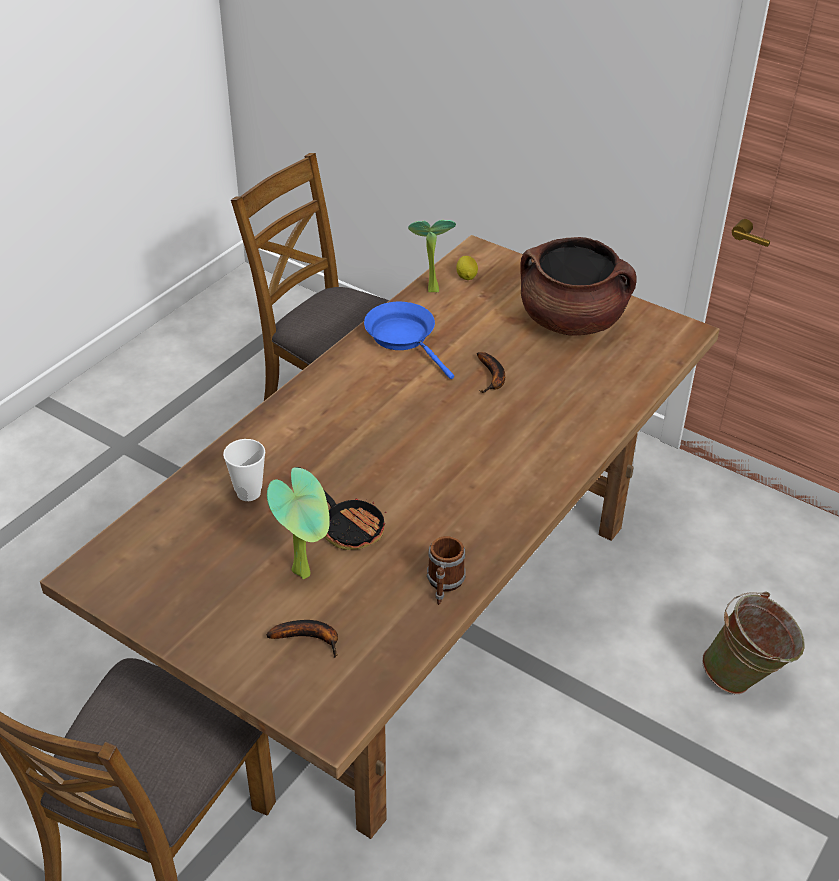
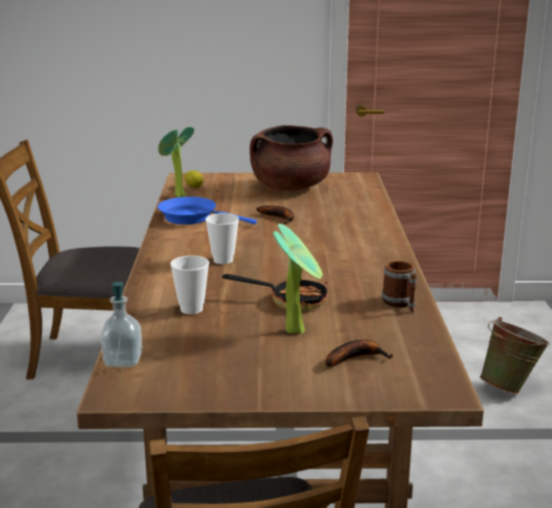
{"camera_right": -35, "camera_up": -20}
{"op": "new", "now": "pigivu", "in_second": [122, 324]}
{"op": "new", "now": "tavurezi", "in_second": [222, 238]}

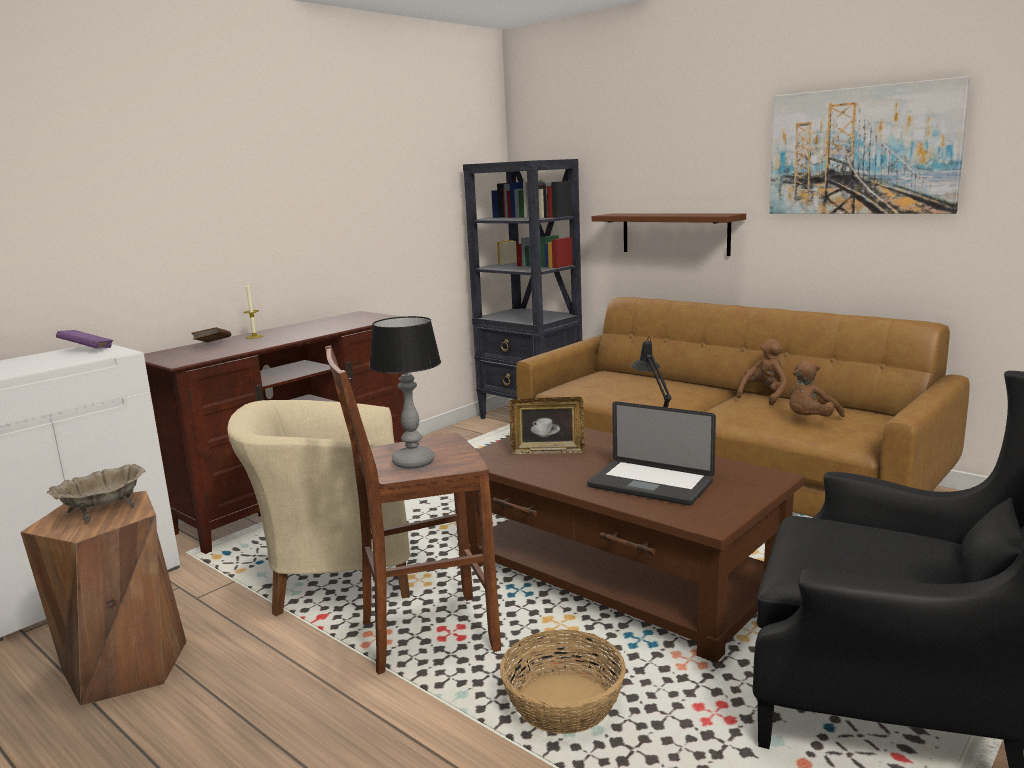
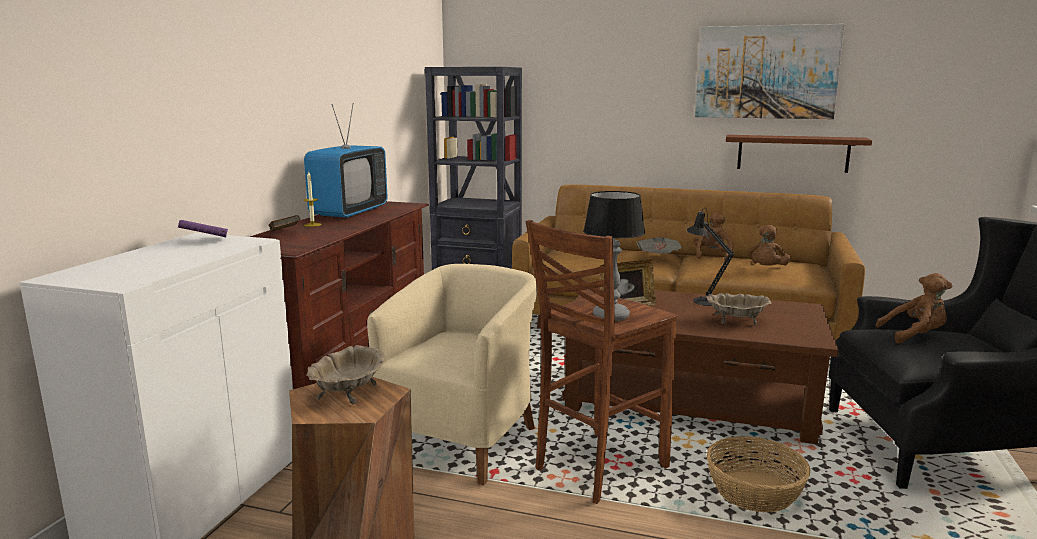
{"camera_right": -25, "camera_up": 0}
{"op": "new", "now": "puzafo", "in_second": [346, 160]}
{"op": "new", "now": "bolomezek", "in_second": [659, 245]}
{"op": "new", "now": "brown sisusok", "in_second": [913, 308]}
{"op": "shifted", "was": "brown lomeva", "in_first": [669, 234], "in_second": [799, 154]}
{"op": "swapped", "was": "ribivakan", "now": "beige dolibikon", "in_first": [651, 453], "in_second": [738, 309]}
{"op": "rotated", "was": "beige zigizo", "in_first": [319, 508], "in_second": [452, 374], "clockwise": 150}

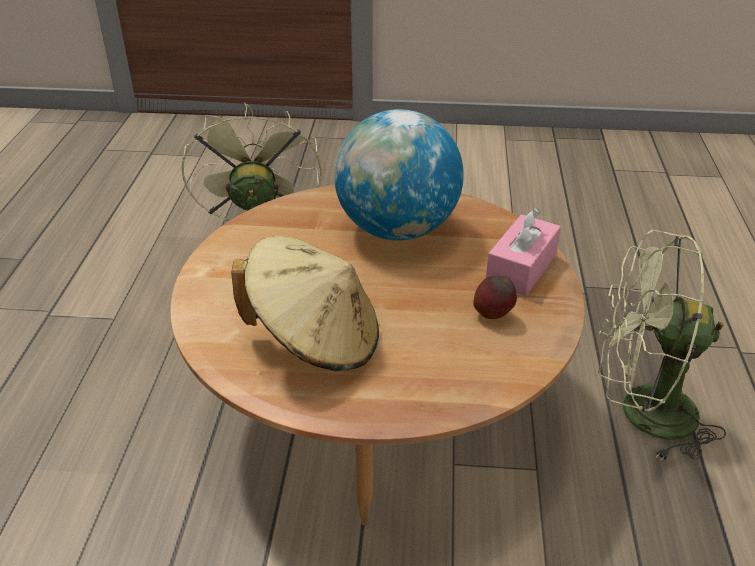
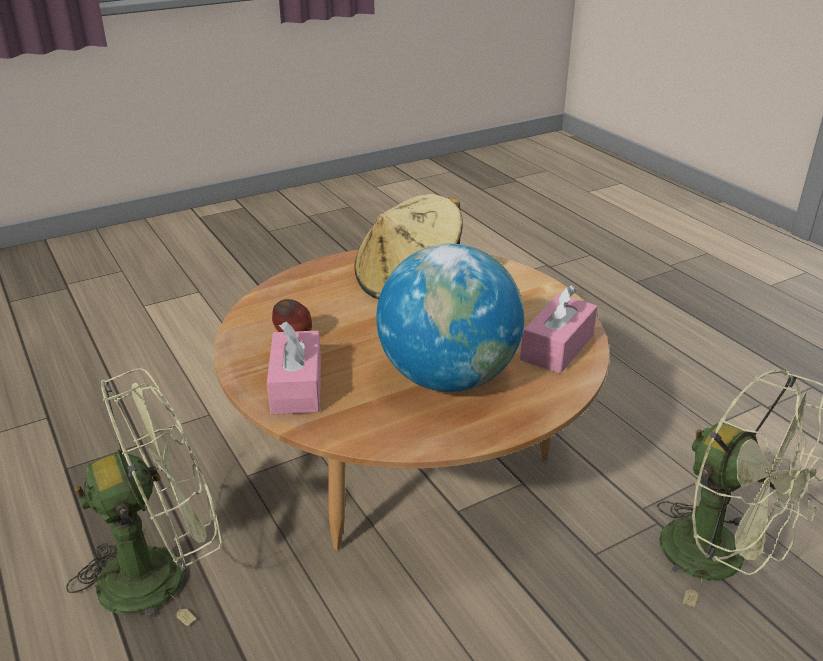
{"camera_right": 145, "camera_up": -5}
{"op": "new", "now": "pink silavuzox", "in_second": [558, 329]}

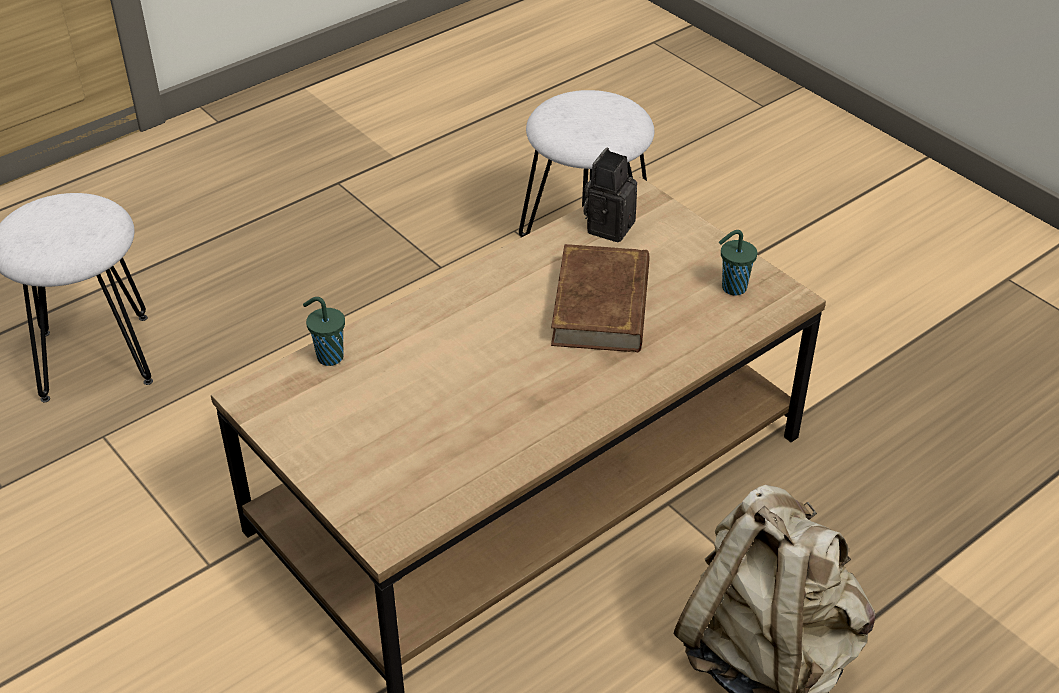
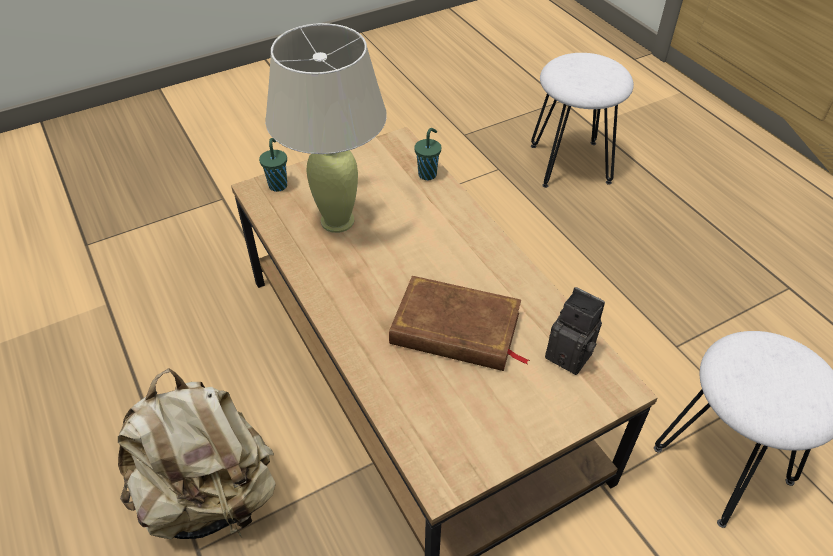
{"camera_right": 100, "camera_up": 5}
{"op": "new", "now": "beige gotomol", "in_second": [326, 128]}
{"op": "shifted", "was": "green tavurezi", "in_first": [738, 263], "in_second": [273, 165]}

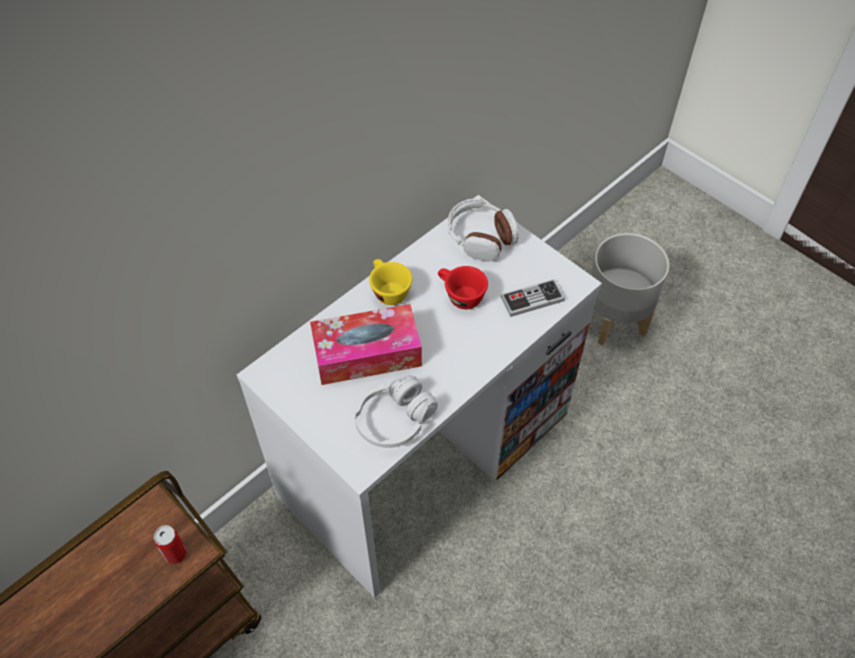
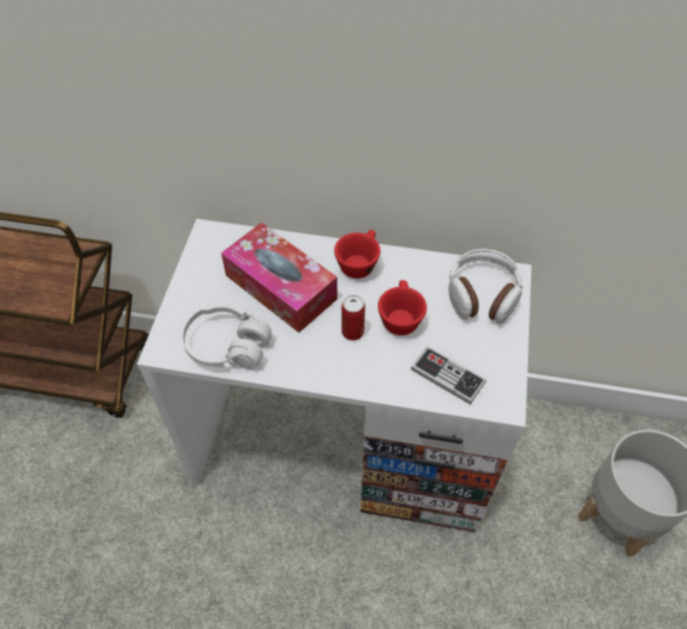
{"camera_right": 55, "camera_up": 0}
{"op": "shifted", "was": "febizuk", "in_first": [170, 544], "in_second": [353, 317]}
{"op": "repainted", "was": "yellow tavurezi", "now": "red tavurezi", "in_first": [390, 282], "in_second": [357, 254]}

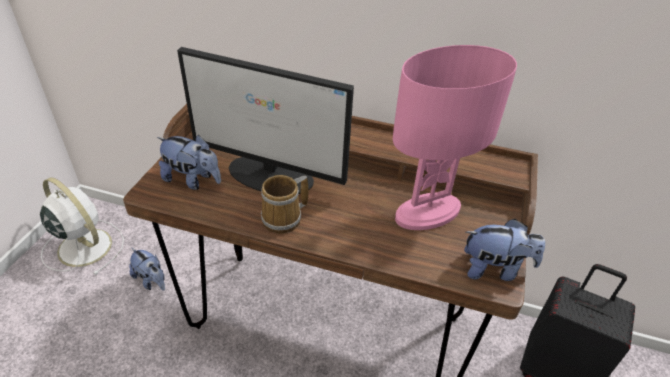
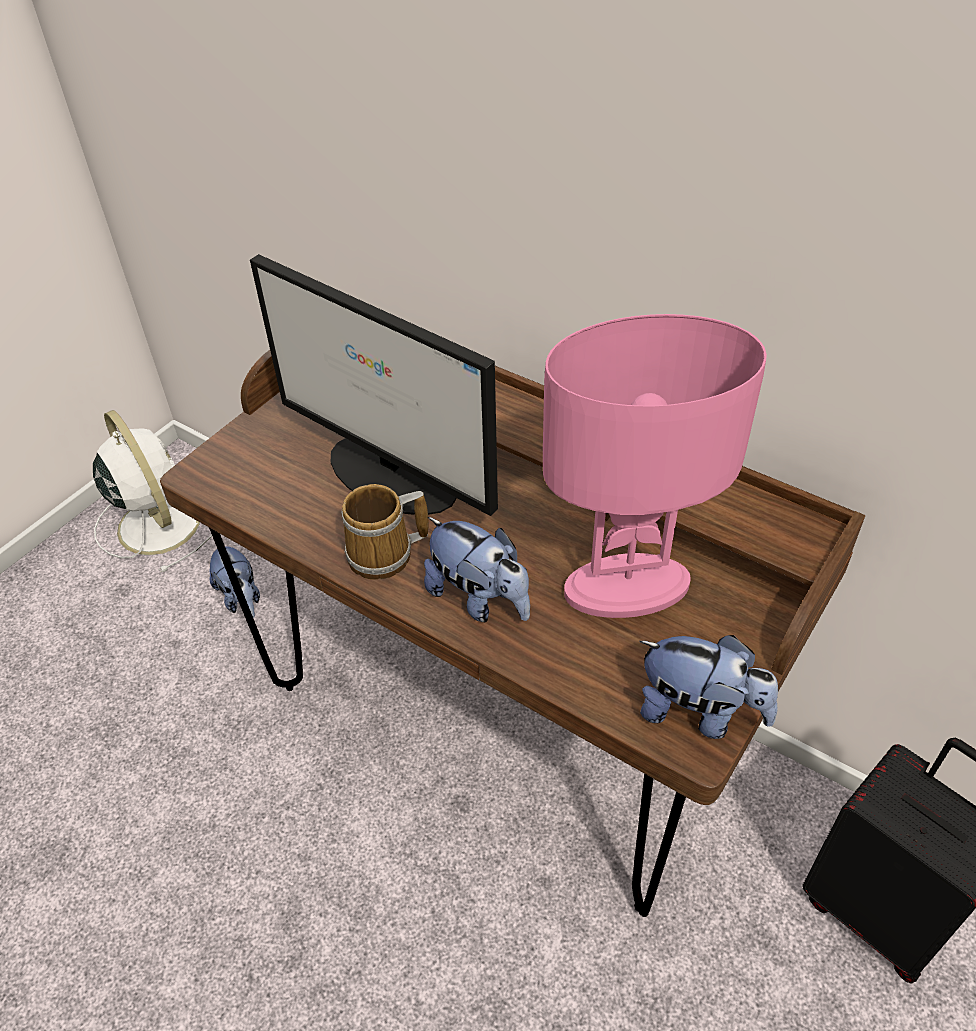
{"camera_right": 20, "camera_up": 5}
{"op": "shifted", "was": "sisusok", "in_first": [189, 162], "in_second": [477, 569]}

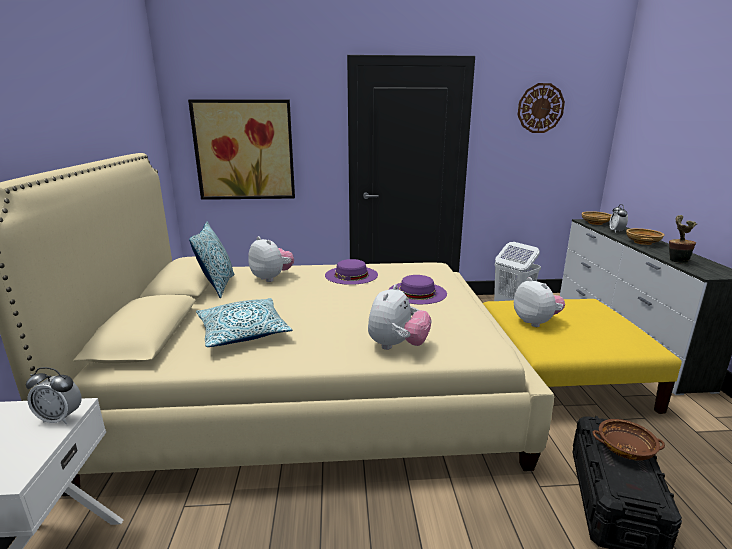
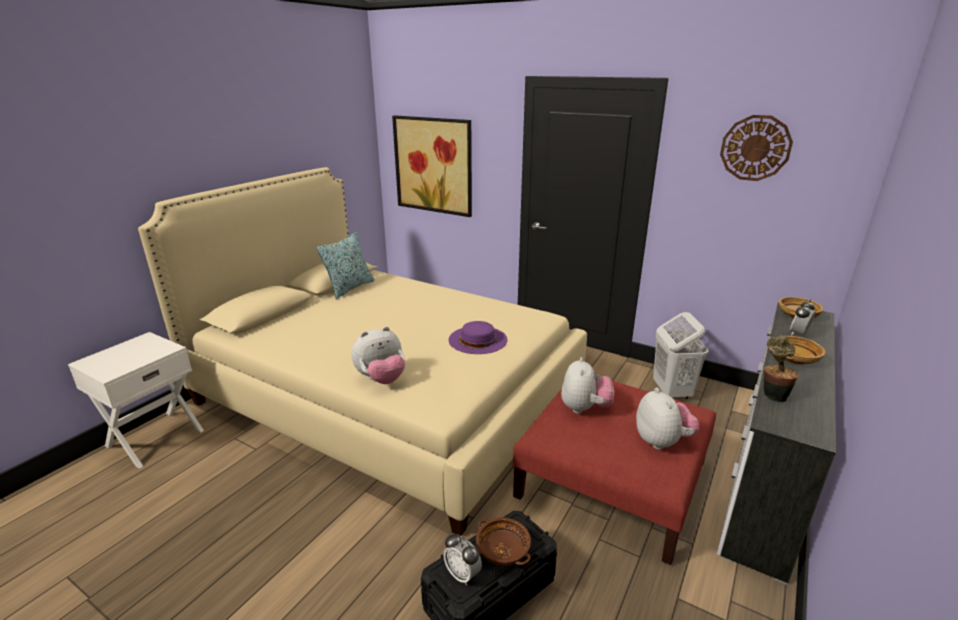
{"camera_right": 35, "camera_up": 5}
{"op": "gone", "was": "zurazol", "in_first": [244, 322]}
{"op": "gone", "was": "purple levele", "in_first": [351, 272]}
{"op": "shifted", "was": "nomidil", "in_first": [54, 395], "in_second": [463, 559]}
{"op": "shifted", "was": "sisusok", "in_first": [271, 259], "in_second": [667, 419]}
{"op": "repainted", "was": "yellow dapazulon", "now": "red dapazulon", "in_first": [582, 356], "in_second": [614, 473]}

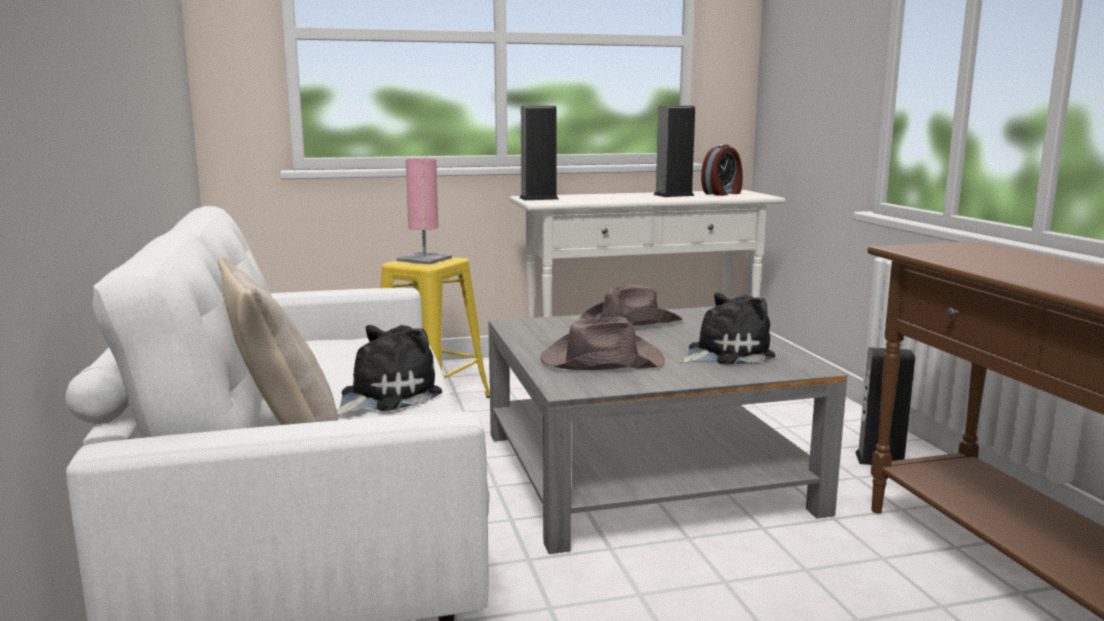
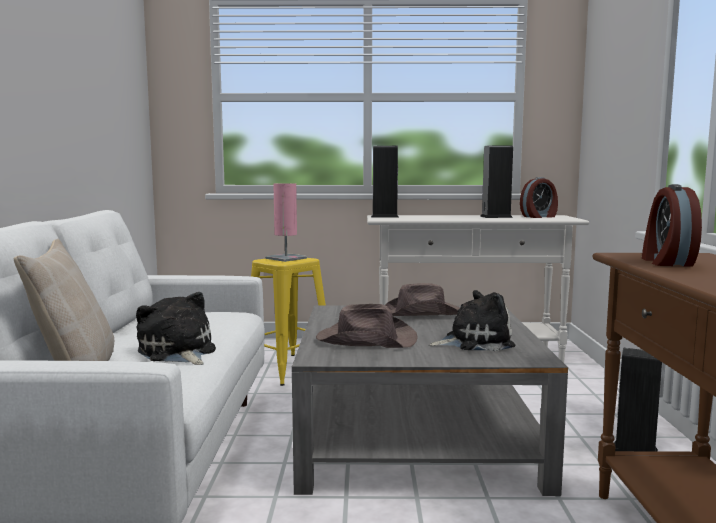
{"camera_right": 15, "camera_up": -5}
{"op": "new", "now": "nomidil", "in_second": [672, 225]}
{"op": "rotated", "was": "sisusok", "in_first": [389, 370], "in_second": [176, 328], "clockwise": -90}

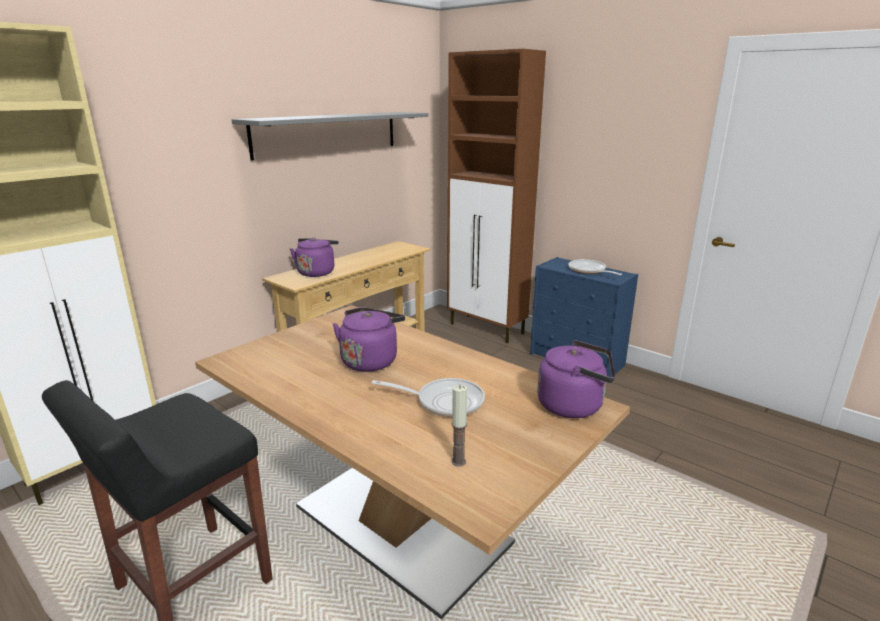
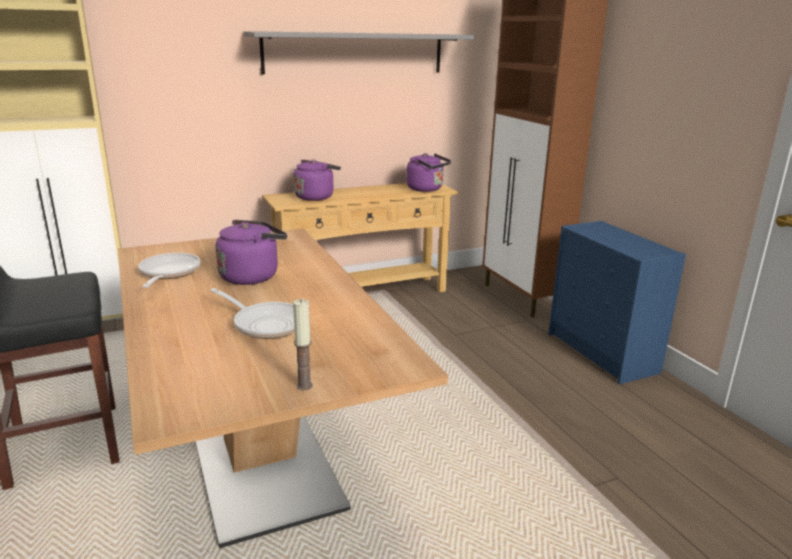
{"camera_right": 25, "camera_up": 0}
{"op": "shifted", "was": "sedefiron", "in_first": [459, 426], "in_second": [303, 344]}
{"op": "shifted", "was": "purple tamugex", "in_first": [576, 379], "in_second": [428, 172]}
{"op": "shifted", "was": "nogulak", "in_first": [595, 267], "in_second": [169, 270]}

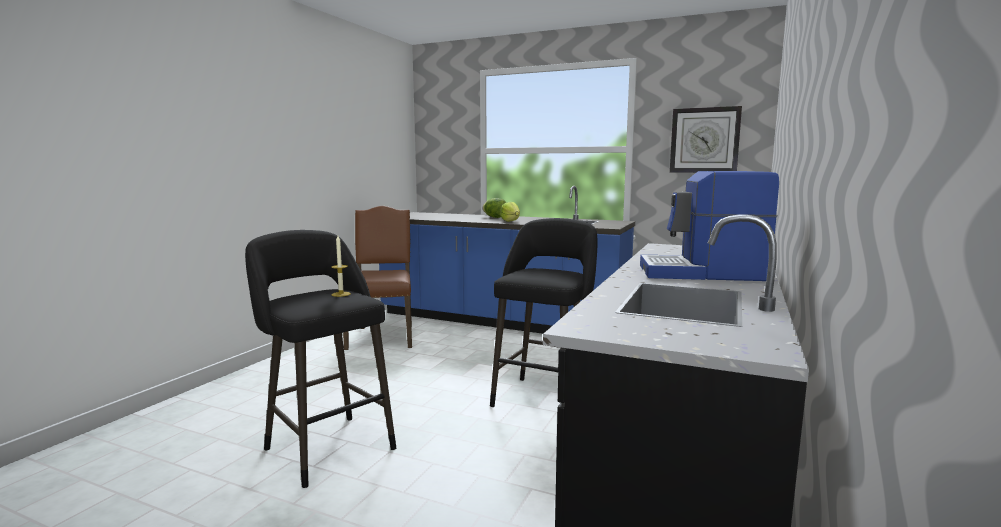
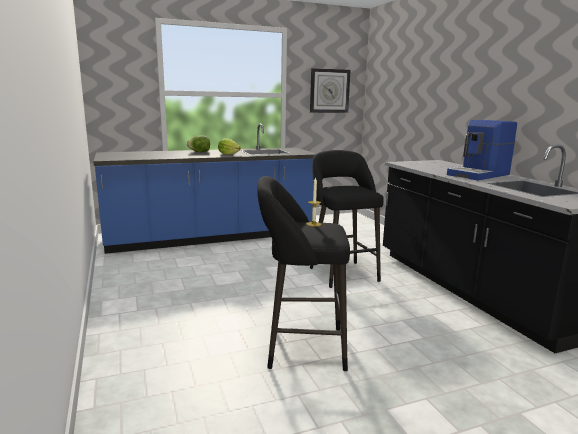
{"camera_right": -45, "camera_up": 5}
{"op": "gone", "was": "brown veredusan", "in_first": [377, 278]}

